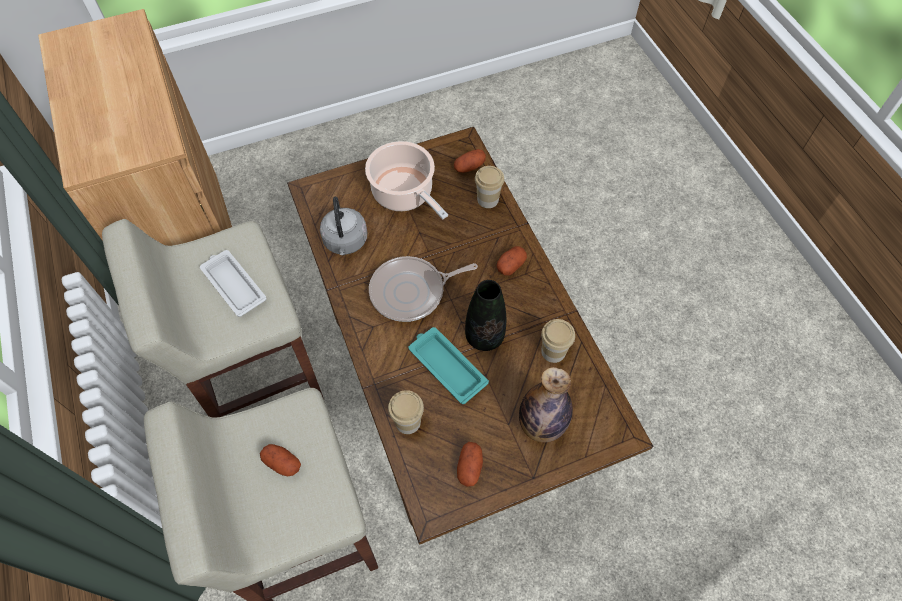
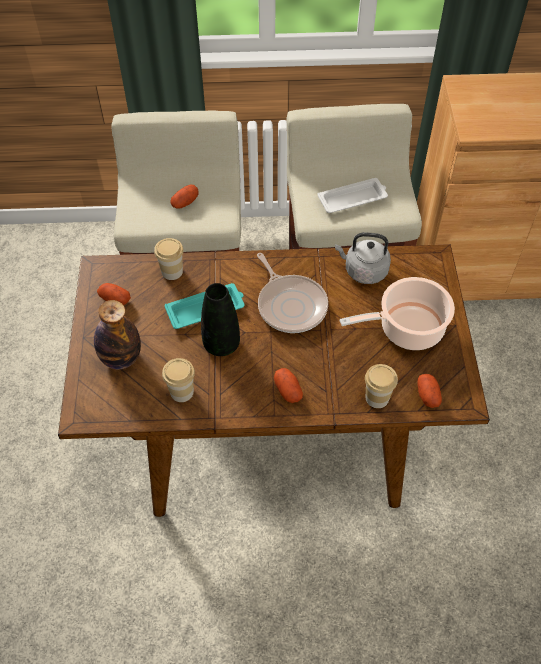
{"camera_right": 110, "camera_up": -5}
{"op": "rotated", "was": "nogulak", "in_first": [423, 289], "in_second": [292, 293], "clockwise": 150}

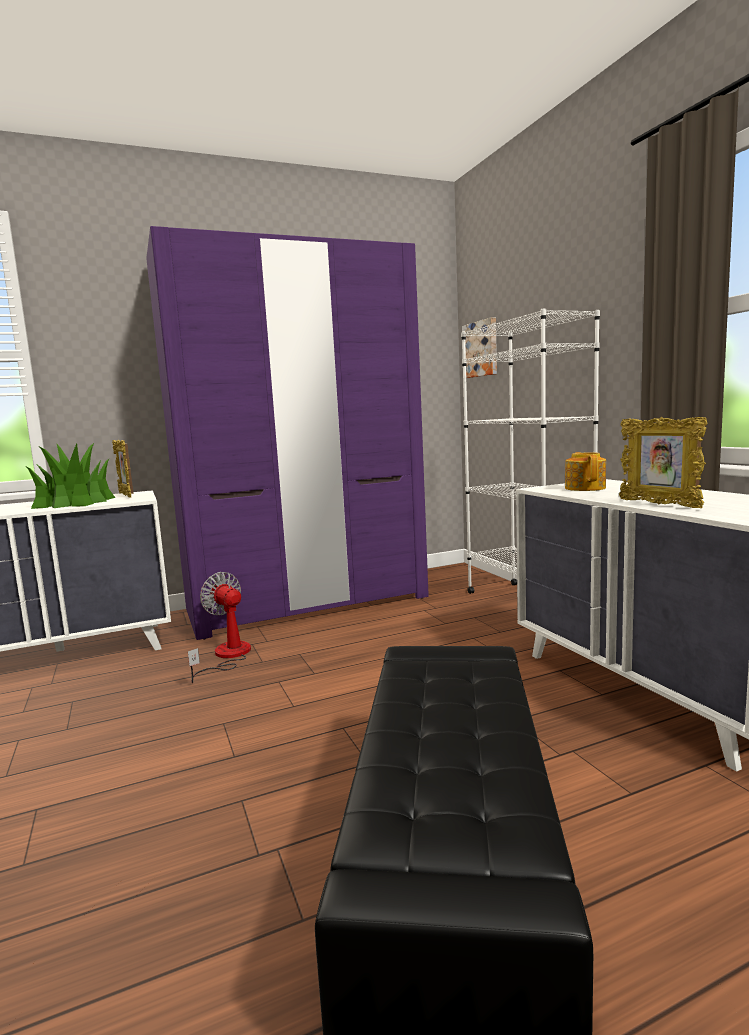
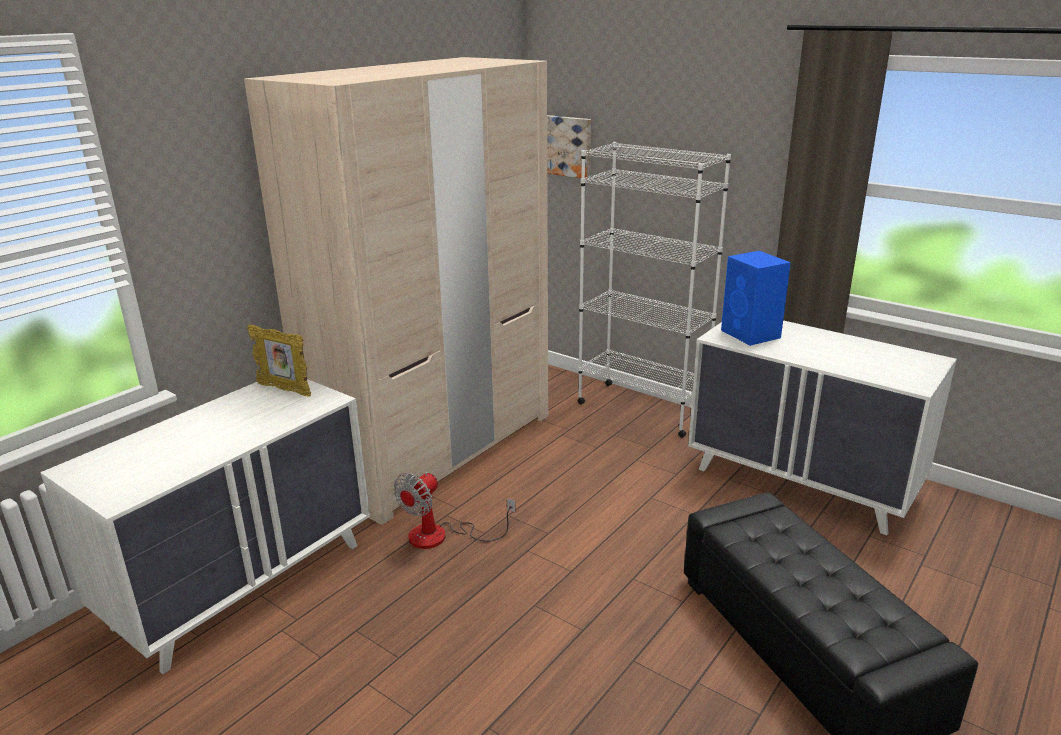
{"camera_right": -30, "camera_up": 15}
{"op": "gone", "was": "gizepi", "in_first": [71, 476]}
{"op": "gone", "was": "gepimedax", "in_first": [663, 462]}
{"op": "swapped", "was": "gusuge", "now": "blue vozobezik", "in_first": [585, 471], "in_second": [756, 298]}
{"op": "repainted", "was": "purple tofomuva", "now": "beige tofomuva", "in_first": [287, 433], "in_second": [396, 291]}
{"op": "rotated", "was": "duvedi", "in_first": [219, 627], "in_second": [454, 510], "clockwise": -75}

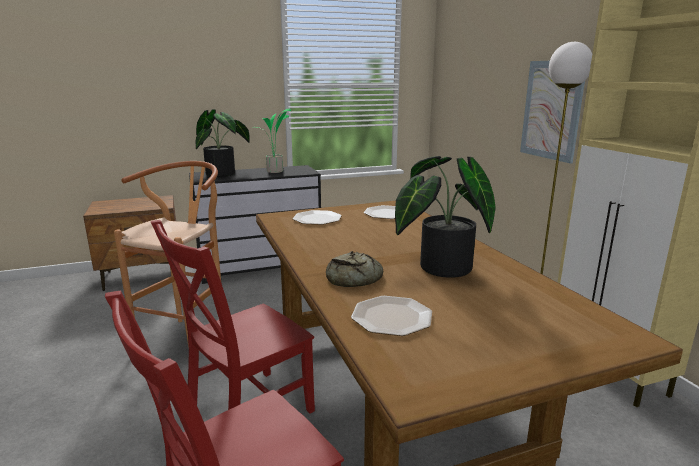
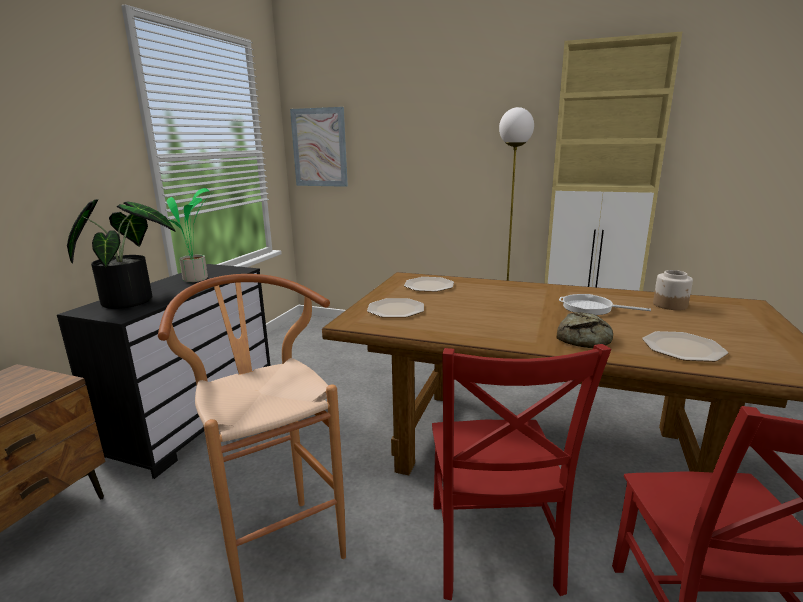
{"camera_right": -50, "camera_up": 0}
{"op": "new", "now": "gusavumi", "in_second": [673, 290]}
{"op": "shifted", "was": "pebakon", "in_first": [552, 112], "in_second": [319, 147]}
{"op": "swapped", "was": "gizepi", "now": "nogulak", "in_first": [445, 217], "in_second": [605, 304]}

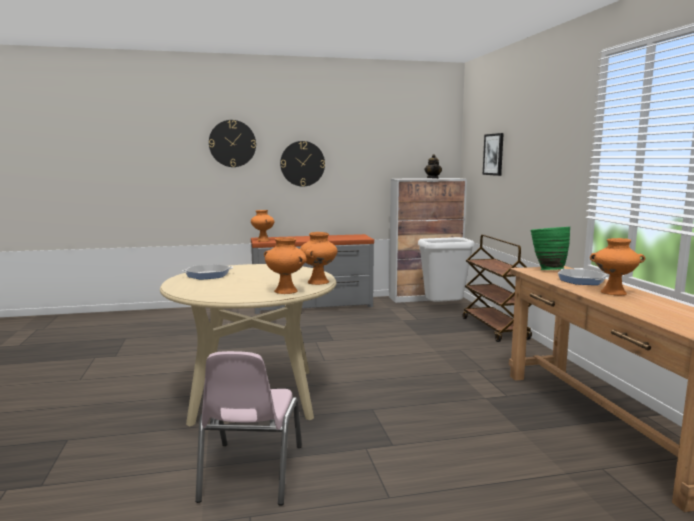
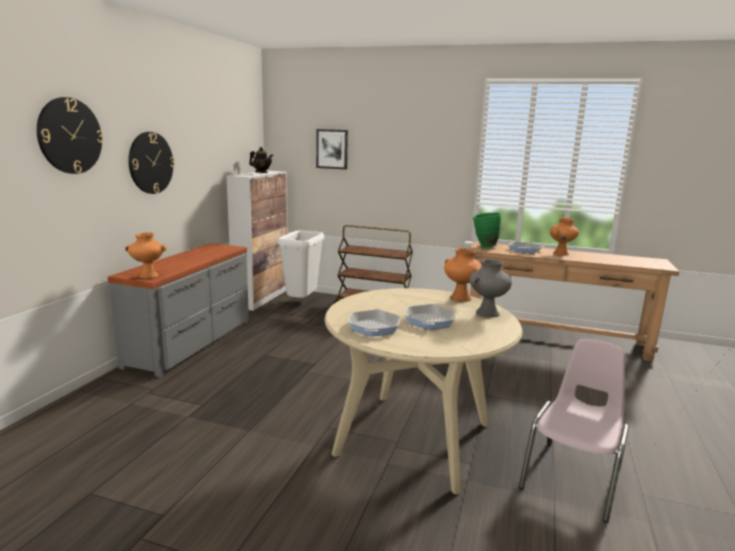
{"camera_right": -60, "camera_up": 5}
{"op": "new", "now": "nogulak", "in_second": [430, 316]}
{"op": "repainted", "was": "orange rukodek", "now": "grey rukodek", "in_first": [285, 265], "in_second": [490, 288]}
{"op": "rotated", "was": "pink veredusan", "in_first": [248, 428], "in_second": [574, 431], "clockwise": -90}

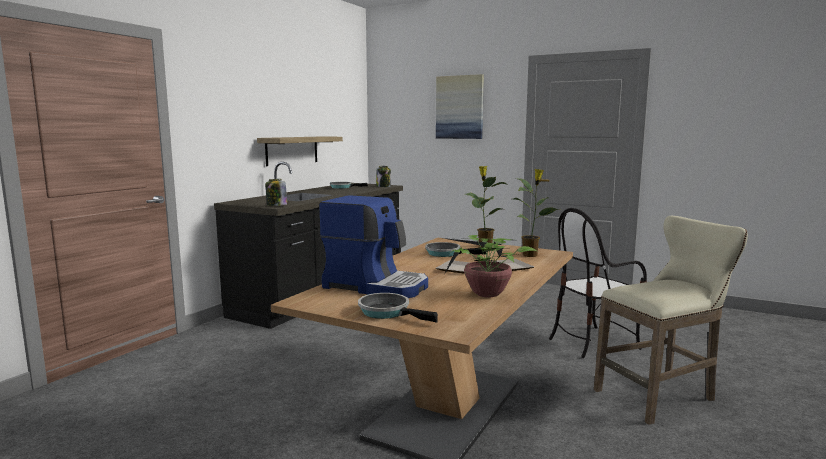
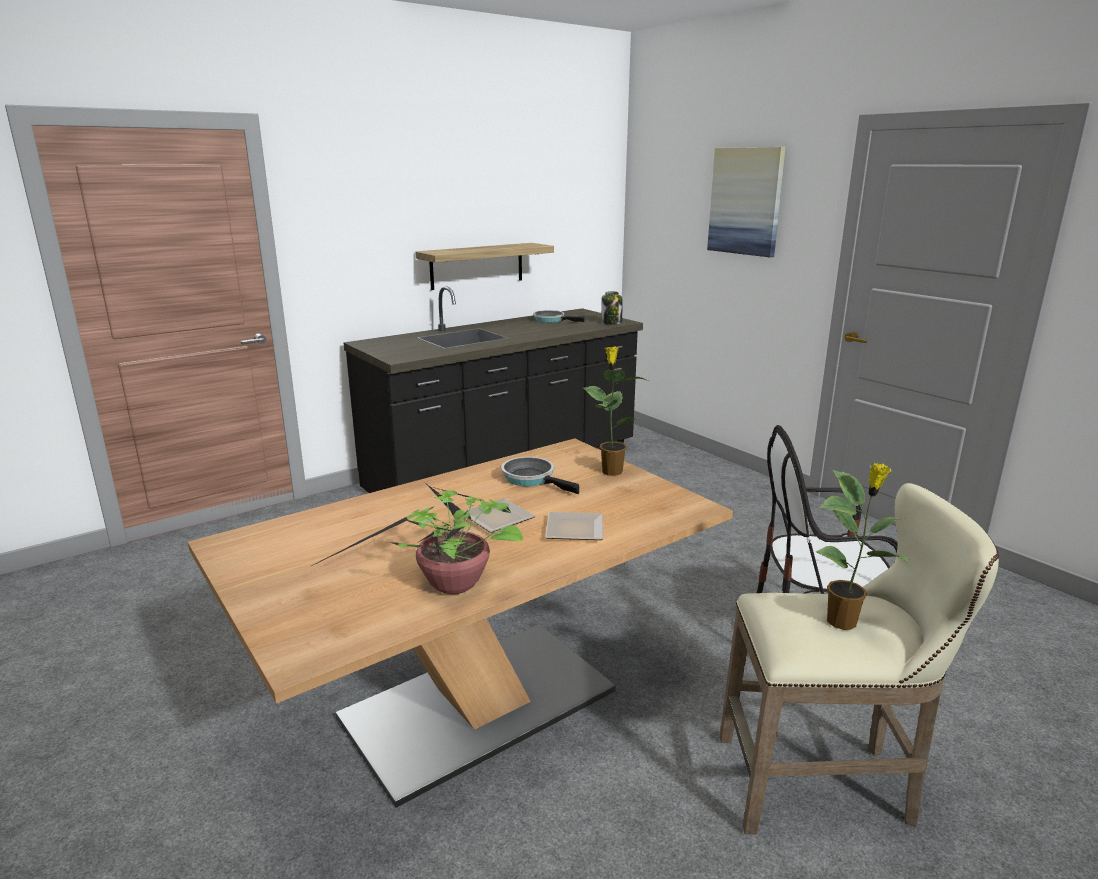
{"camera_right": 25, "camera_up": 10}
{"op": "gone", "was": "gusavumi", "in_first": [276, 192]}
{"op": "gone", "was": "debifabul", "in_first": [373, 246]}
{"op": "gone", "was": "nogulak", "in_first": [398, 308]}
{"op": "shifted", "was": "gizepi", "in_first": [536, 213], "in_second": [862, 546]}

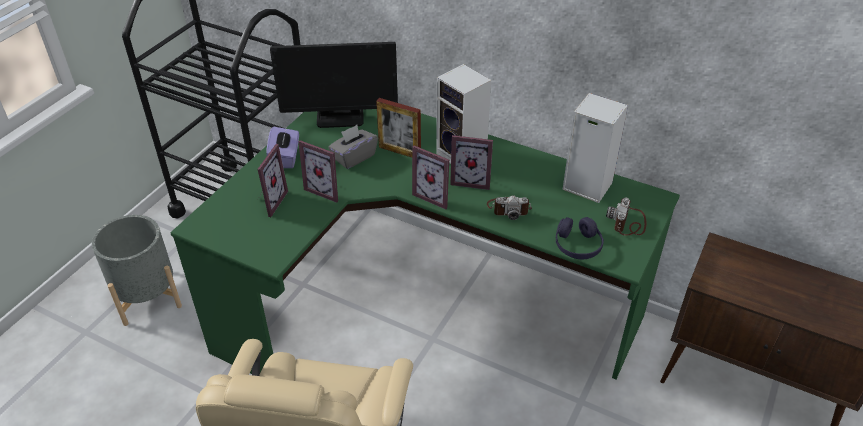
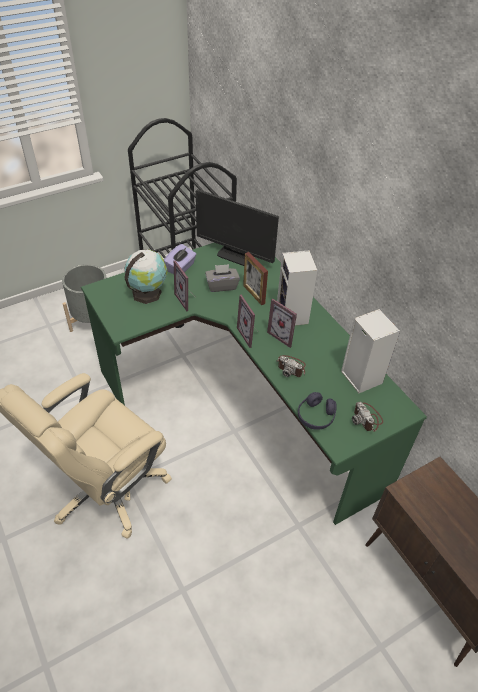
{"camera_right": 30, "camera_up": 5}
{"op": "swapped", "was": "gepimedax", "now": "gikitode", "in_first": [273, 180], "in_second": [146, 276]}
{"op": "rotated", "was": "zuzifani", "in_first": [626, 217], "in_second": [367, 417], "clockwise": -75}

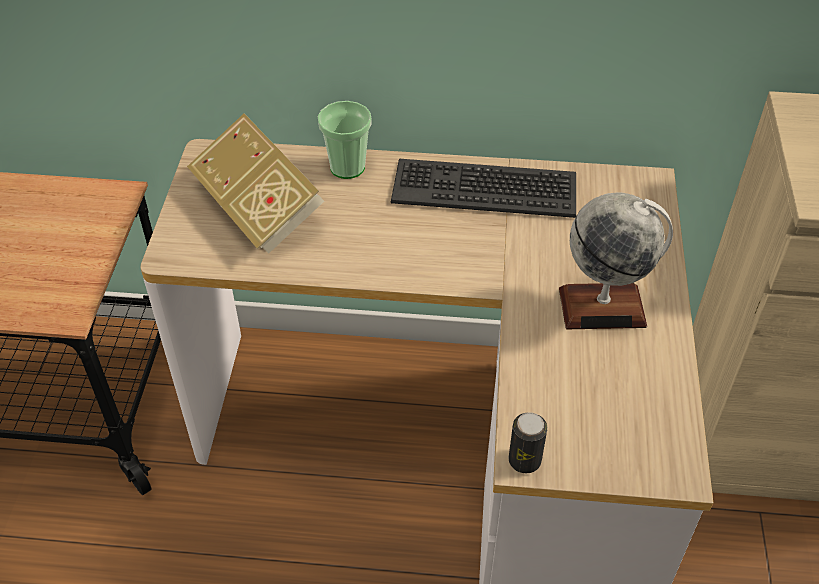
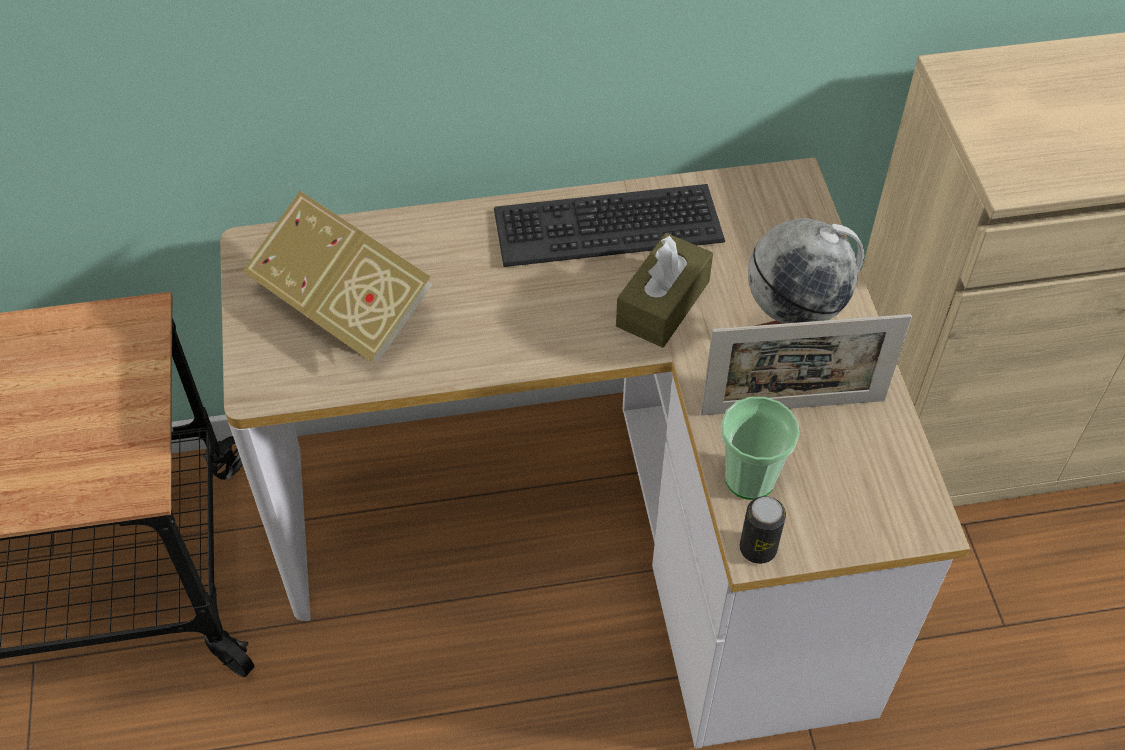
{"camera_right": -15, "camera_up": 5}
{"op": "new", "now": "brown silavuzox", "in_second": [664, 290]}
{"op": "new", "now": "gepimedax", "in_second": [806, 364]}
{"op": "shifted", "was": "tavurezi", "in_first": [345, 140], "in_second": [760, 448]}

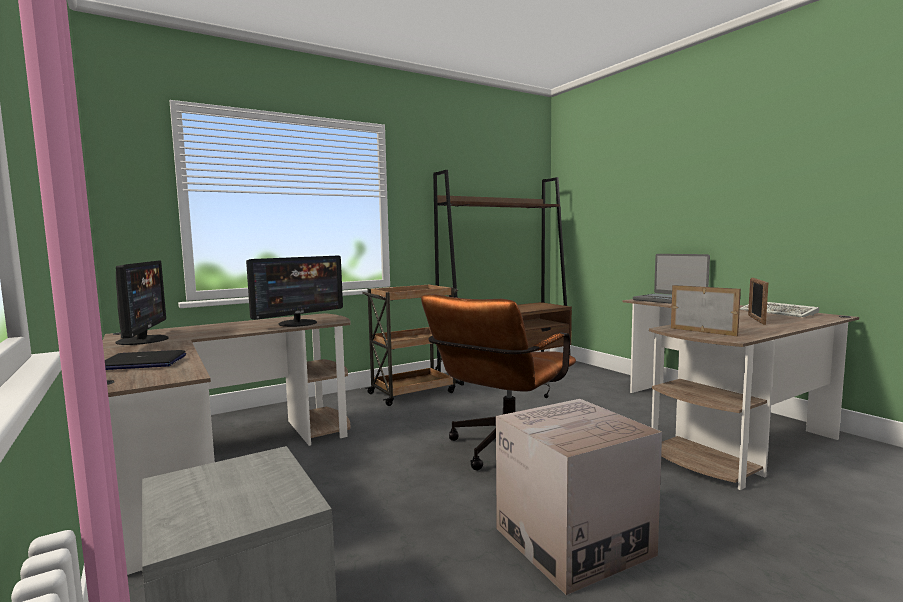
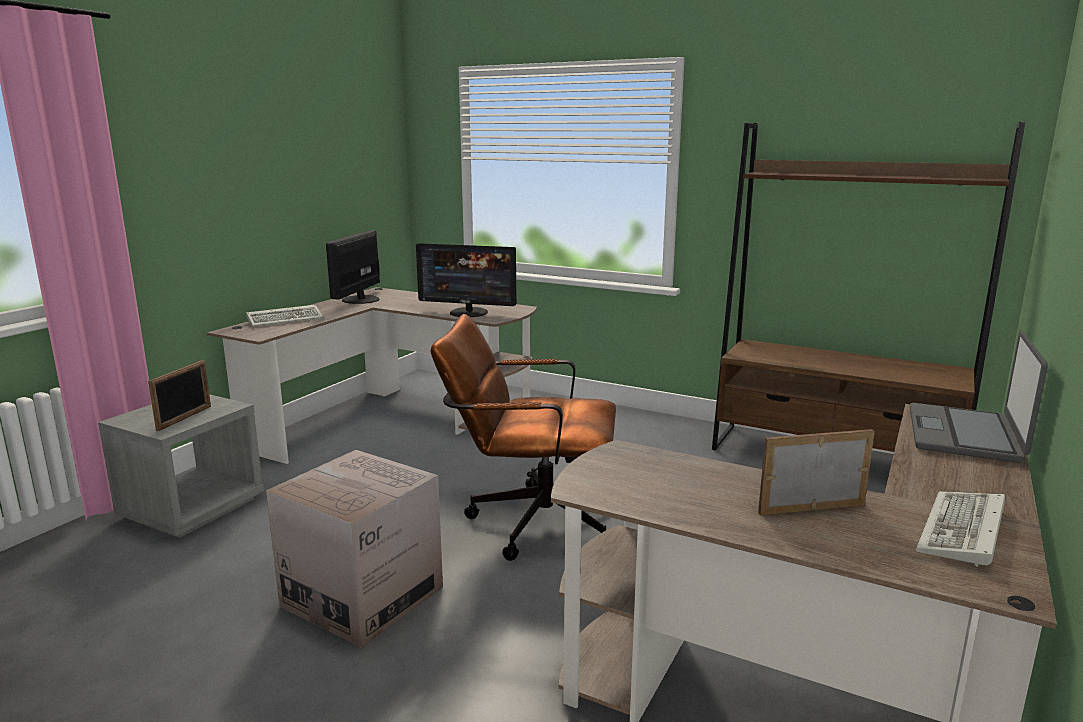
{"camera_right": 60, "camera_up": 10}
{"op": "gone", "was": "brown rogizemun", "in_first": [410, 345]}
{"op": "shifted", "was": "gepimedax", "in_first": [706, 310], "in_second": [179, 395]}
{"op": "swapped", "was": "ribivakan", "now": "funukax", "in_first": [145, 360], "in_second": [284, 316]}
{"op": "rotated", "was": "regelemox", "in_first": [142, 302], "in_second": [353, 267], "clockwise": 150}

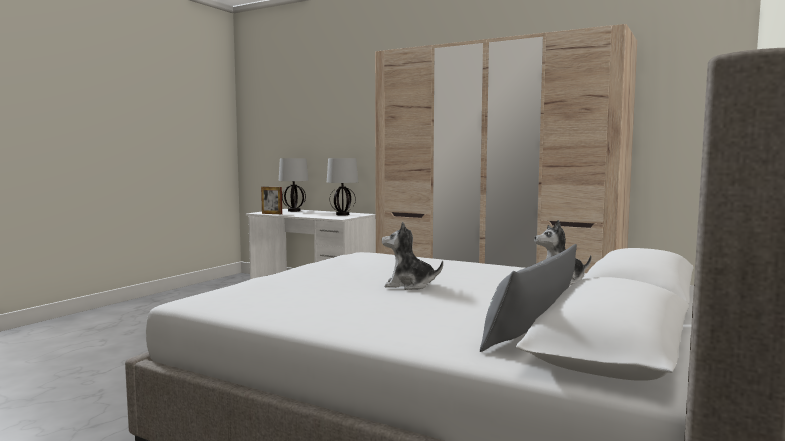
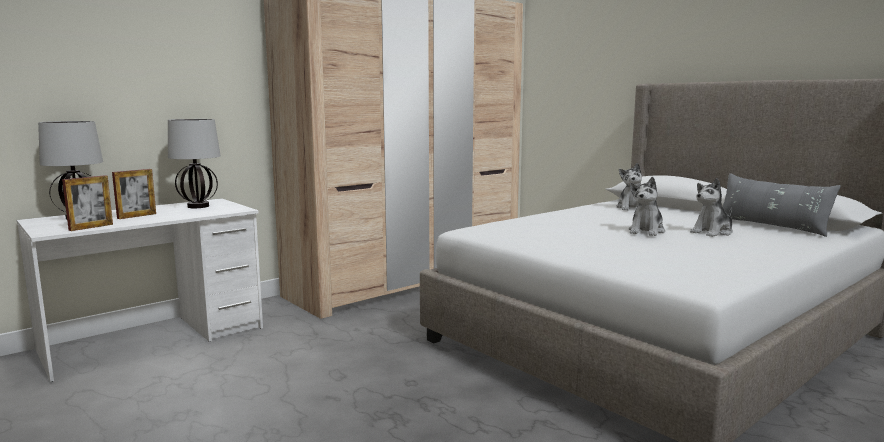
{"camera_right": -70, "camera_up": 5}
{"op": "new", "now": "gepimedax", "in_second": [134, 194]}
{"op": "new", "now": "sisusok", "in_second": [711, 207]}

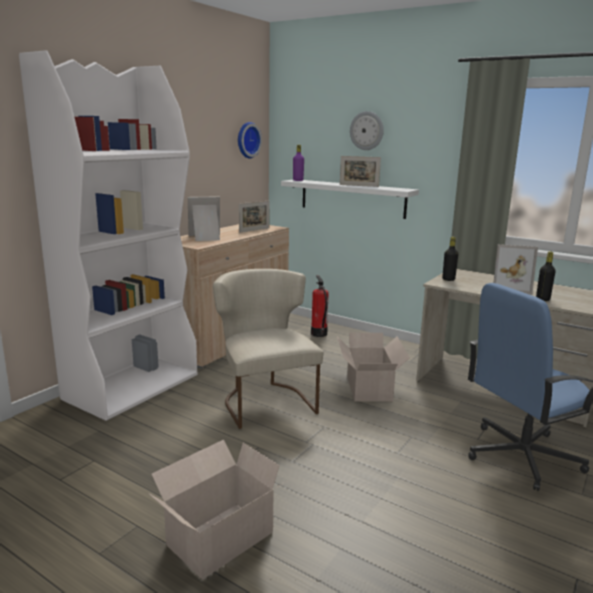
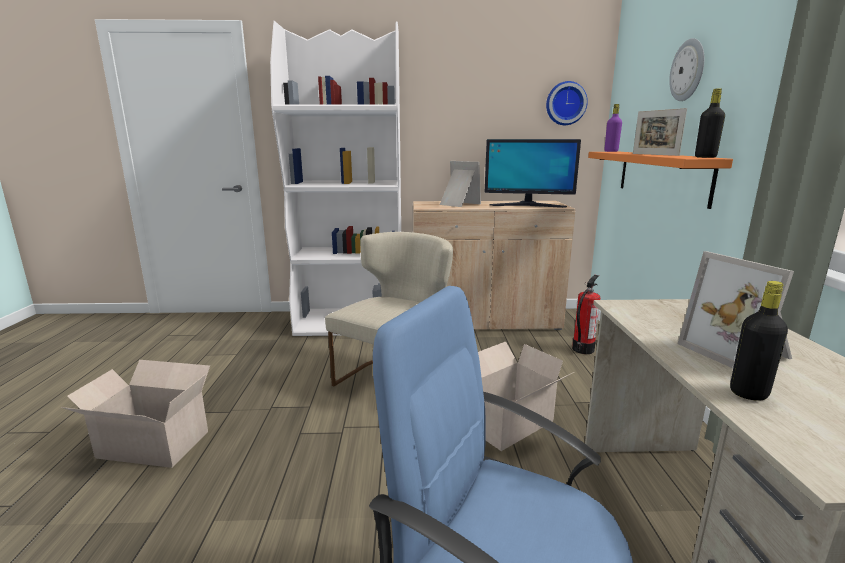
{"camera_right": 55, "camera_up": 0}
{"op": "shifted", "was": "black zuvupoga", "in_first": [450, 259], "in_second": [710, 123]}
{"op": "swapped", "was": "gepimedax", "now": "regelemox", "in_first": [254, 217], "in_second": [533, 173]}
{"op": "repainted", "was": "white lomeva", "now": "orange lomeva", "in_first": [350, 199], "in_second": [660, 180]}

